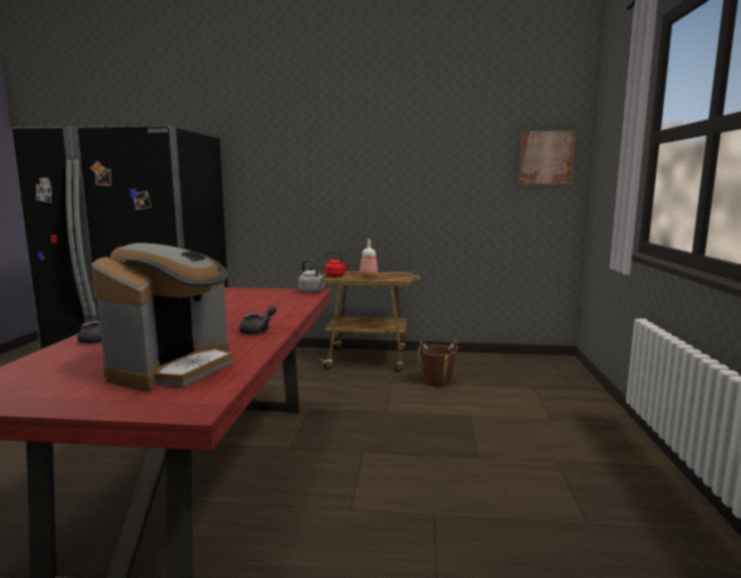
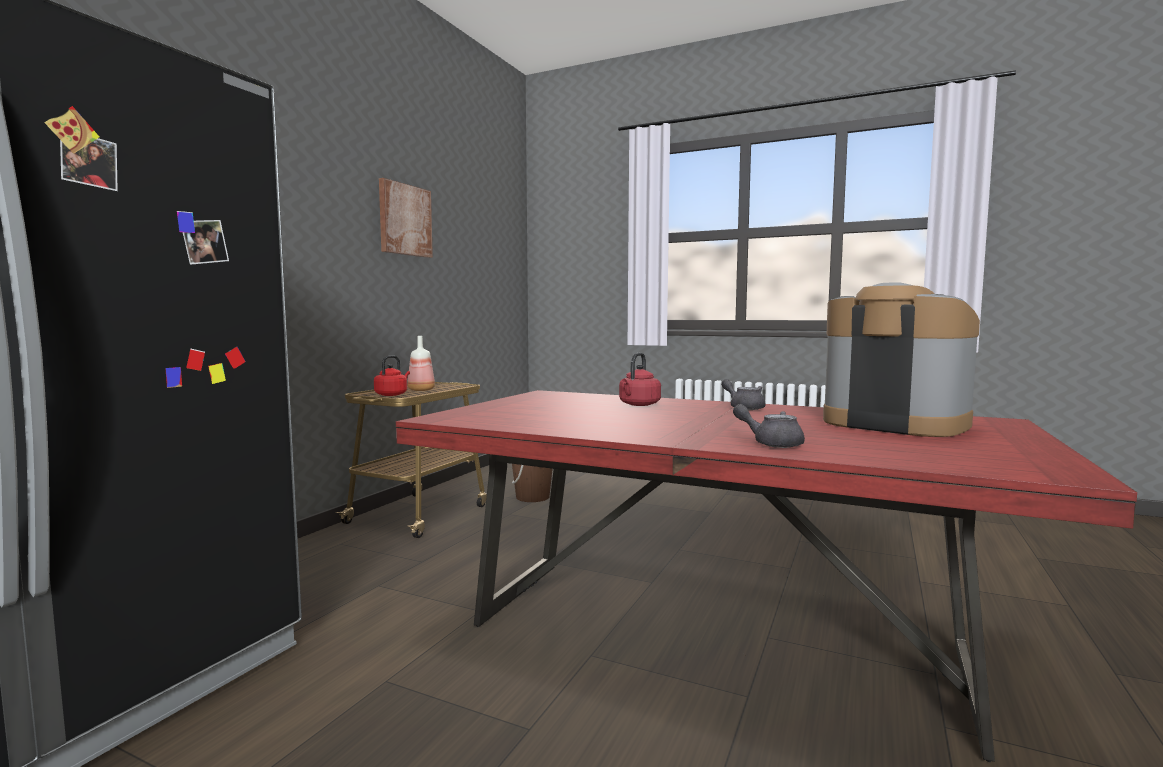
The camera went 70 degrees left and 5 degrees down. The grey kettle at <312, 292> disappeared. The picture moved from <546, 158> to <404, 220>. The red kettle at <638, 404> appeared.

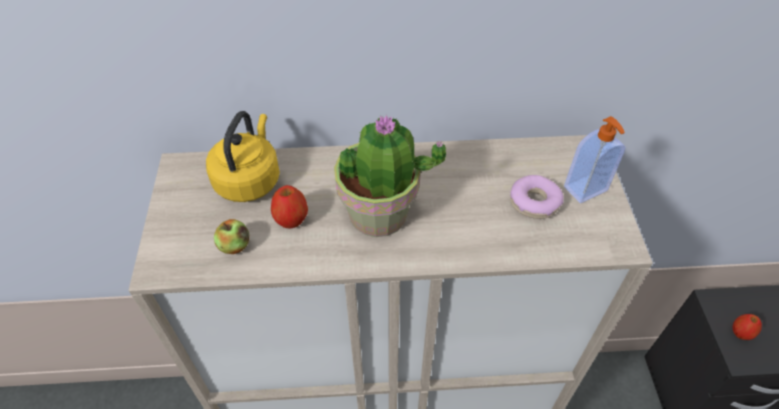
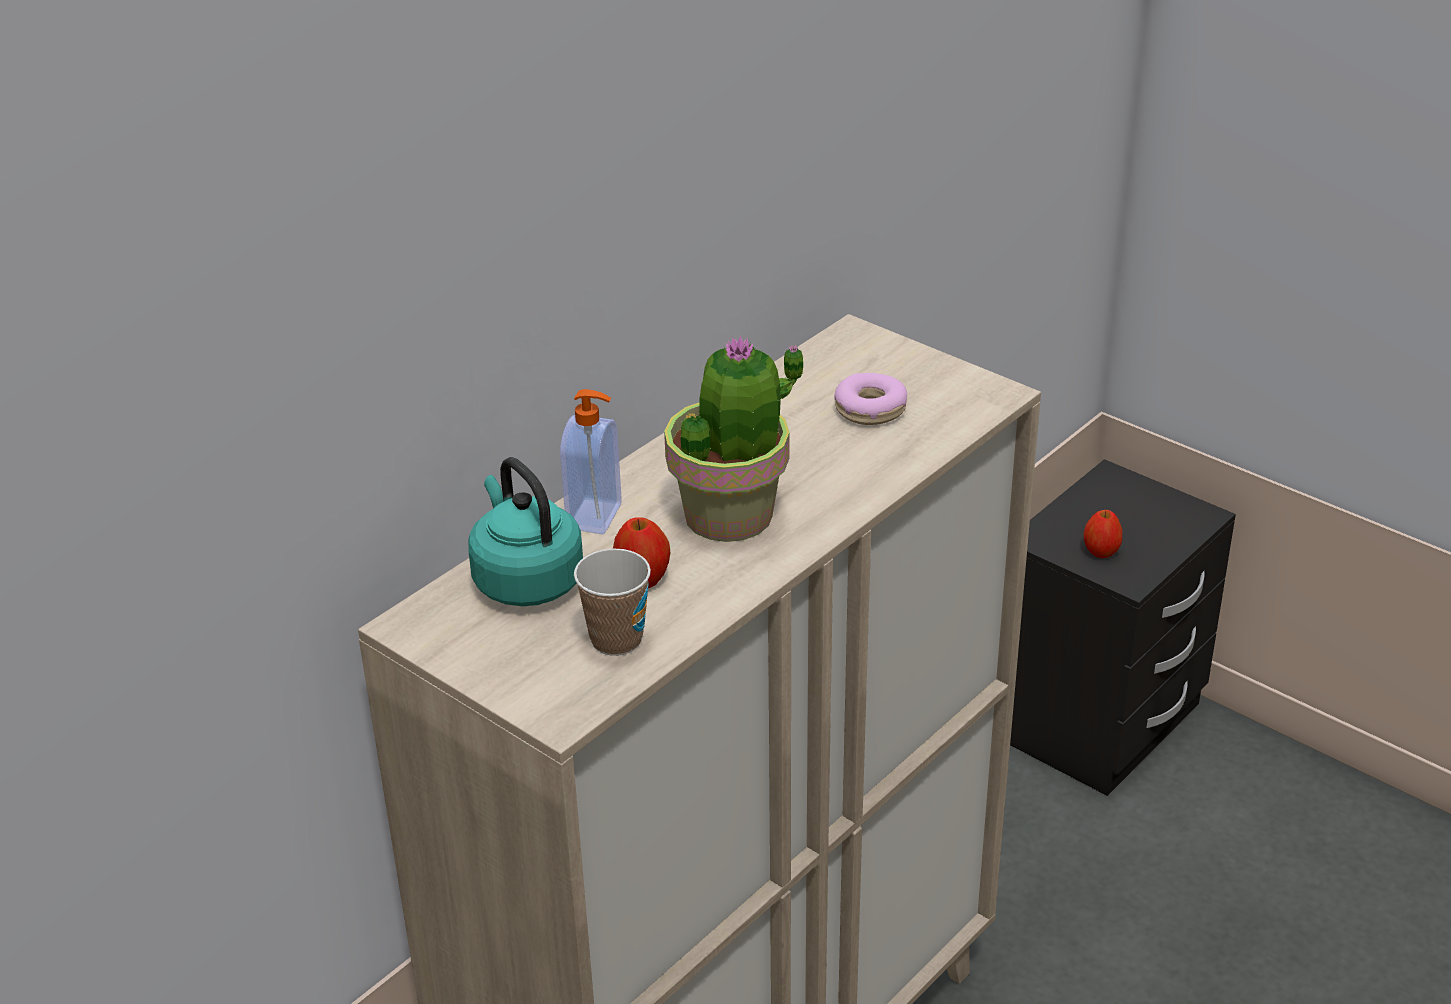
The camera went 45 degrees left and 15 degrees down. The yellow kettle at <249, 179> became the turquoise kettle at <525, 579>. The apple at <234, 246> was replaced by the cup at <616, 640>. The soap dispenser moved from <586, 190> to <596, 517>.

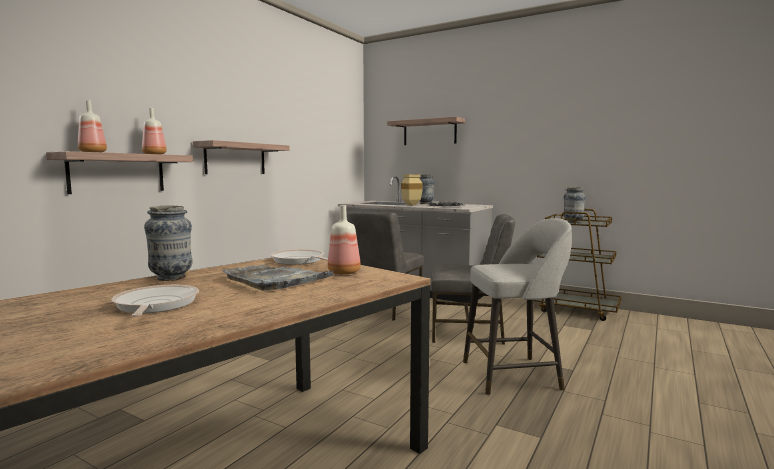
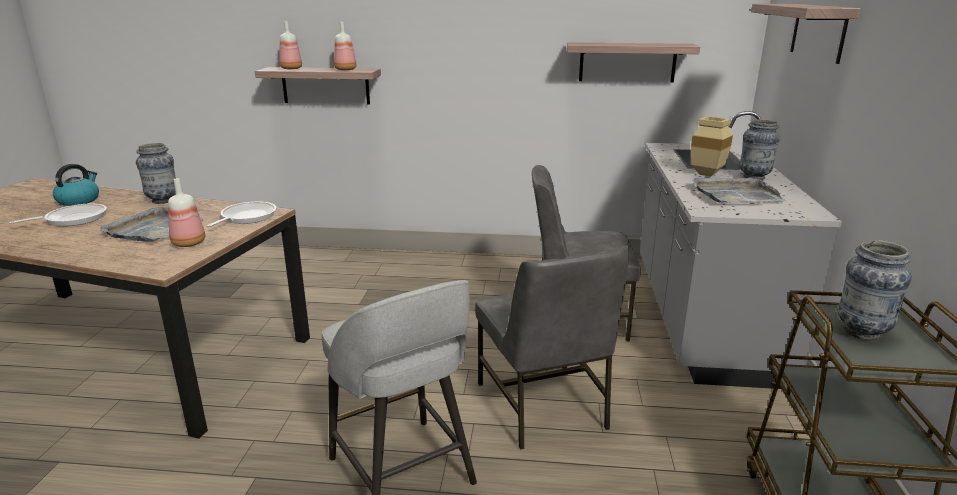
The camera went 65 degrees right and 15 degrees up. The shelf moved from <235, 159> to <627, 62>. The kettle at <79, 200> appeared.

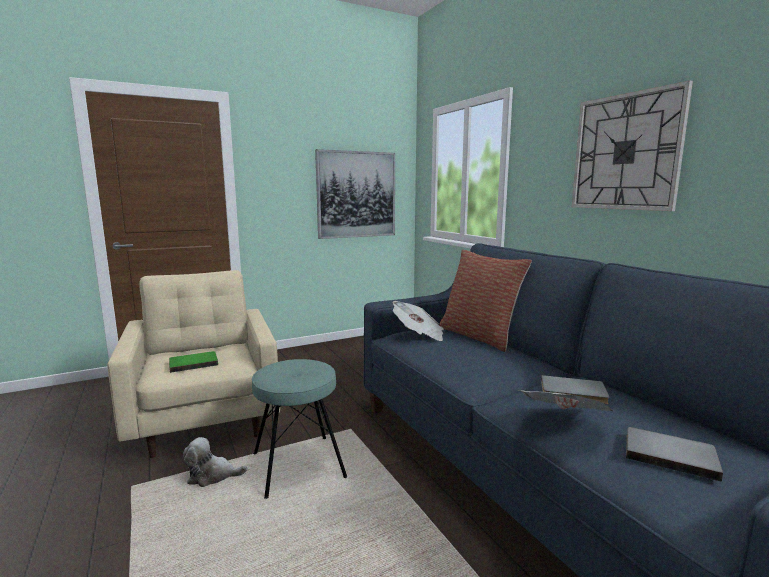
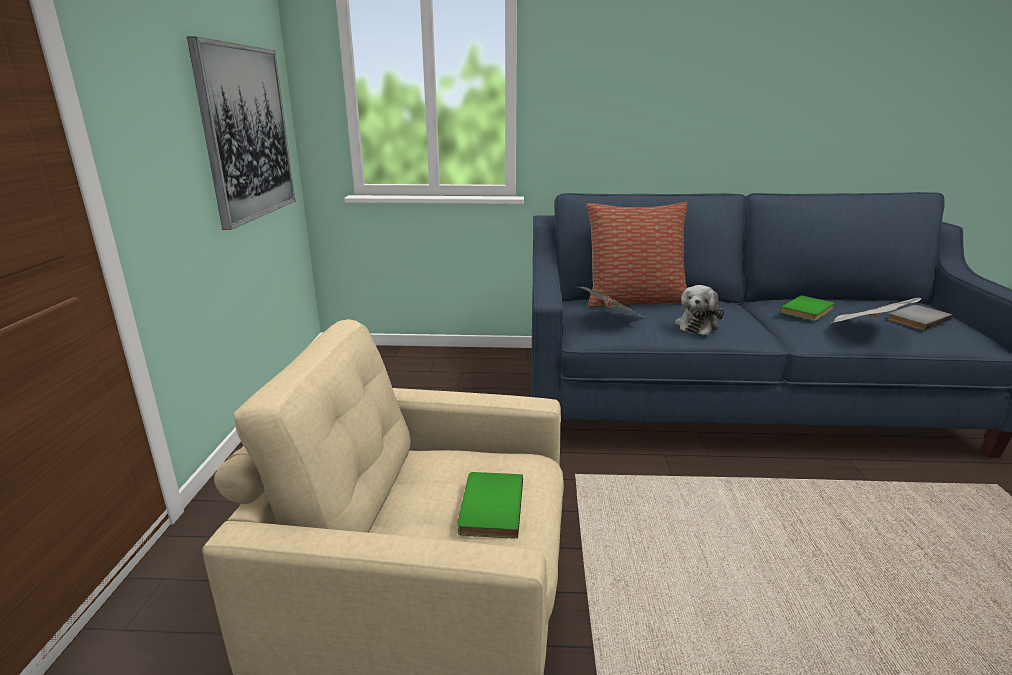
The camera went 60 degrees left and 10 degrees up. The plush toy moved from <212, 476> to <697, 325>. The turquoise stool at <298, 465> disappeared. The grey book at <573, 393> became the green book at <809, 311>. The wall clock at <625, 152> disappeared.

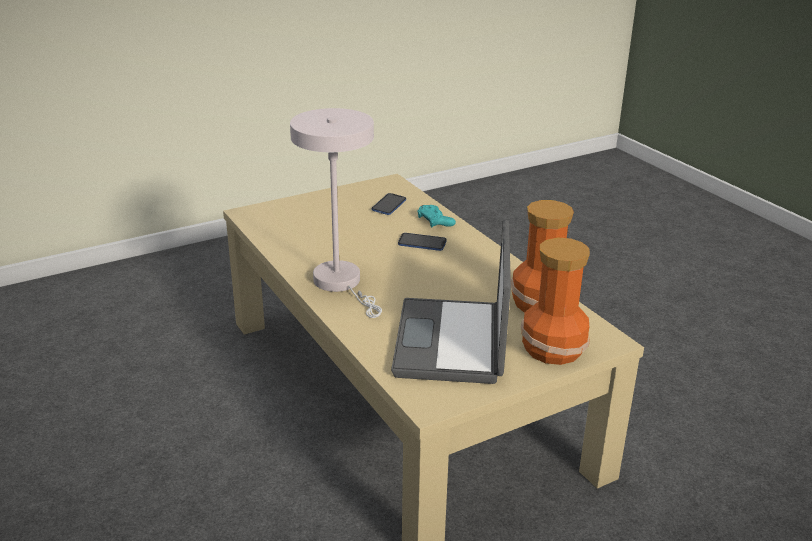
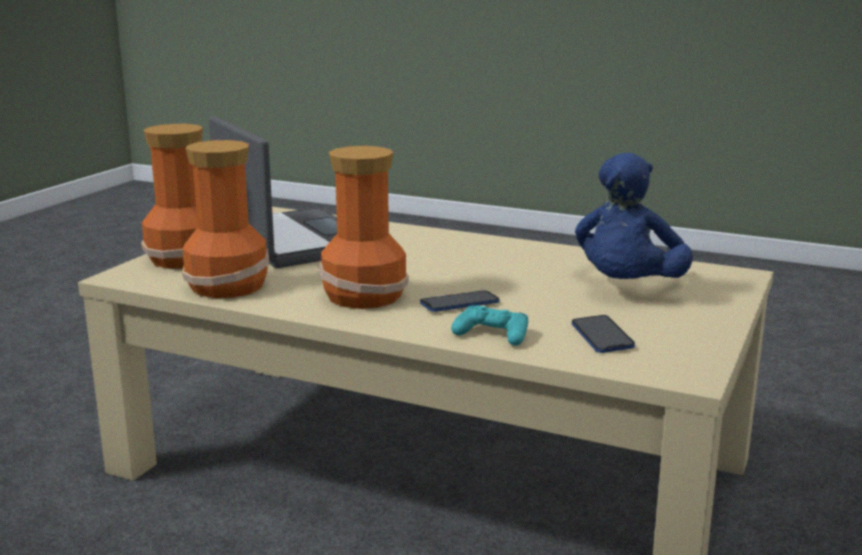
The camera went 145 degrees right and 10 degrees down. The white table lamp at <342, 283> disappeared. The vase at <362, 295> appeared. The blue plush toy at <627, 289> appeared.

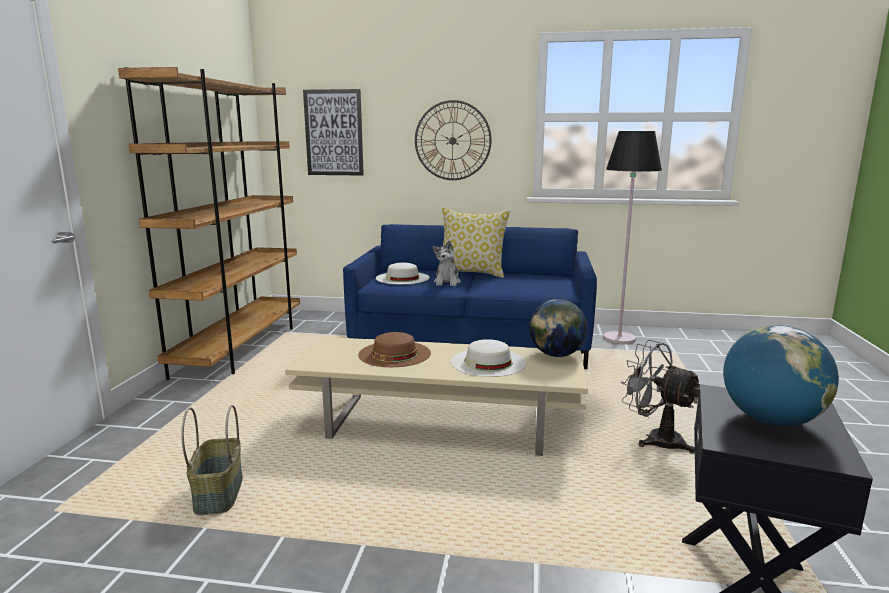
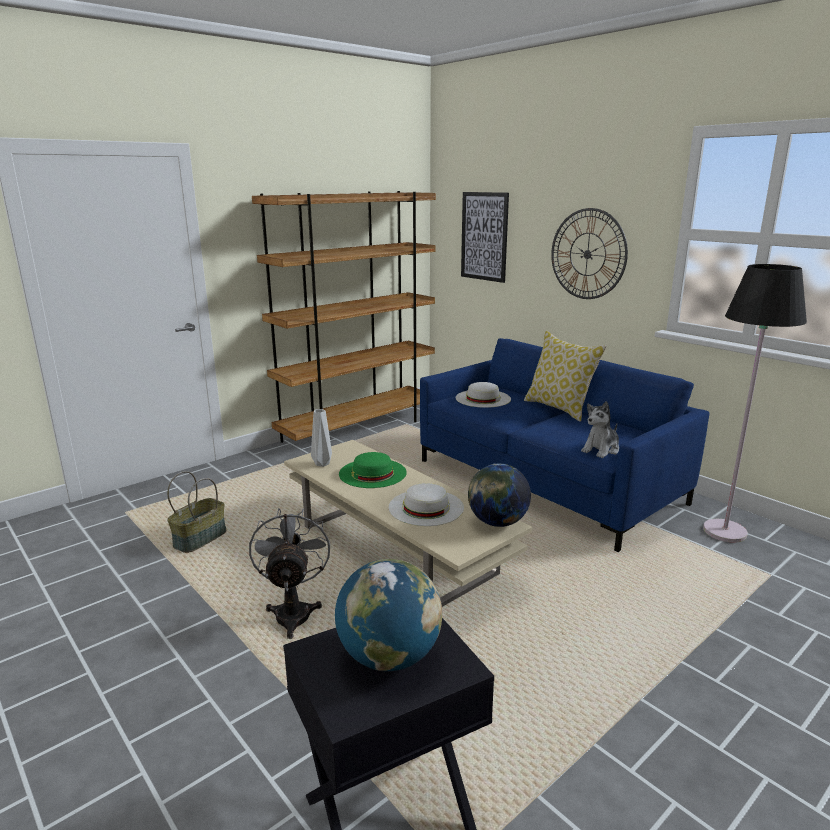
The camera went 40 degrees right and 5 degrees up. The brown hat at <394, 354> became the green hat at <372, 473>. The plush toy moved from <447, 282> to <601, 450>. The grey fan moved from <655, 439> to <293, 611>. The grey vase at <322, 464> appeared.

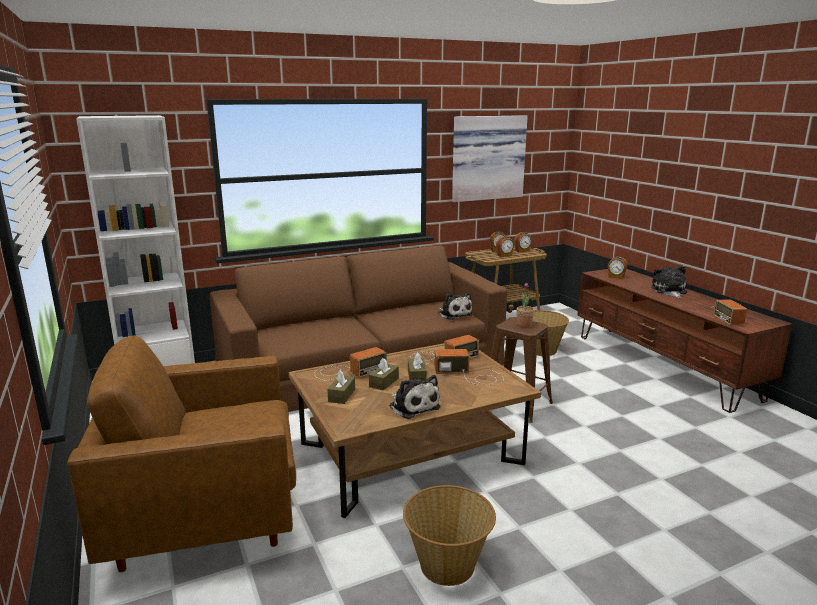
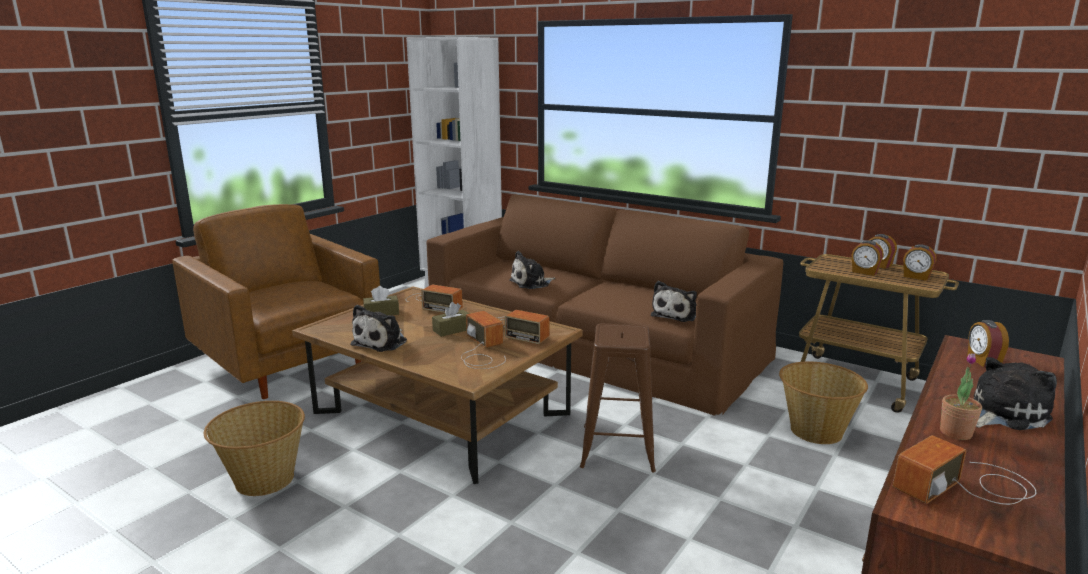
The camera went 60 degrees right and 0 degrees up. The brown tissue box at <384, 382> disappeared. The picture at <487, 158> disappeared. The potted plant moved from <524, 325> to <955, 433>. The plush toy at <531, 283> appeared.

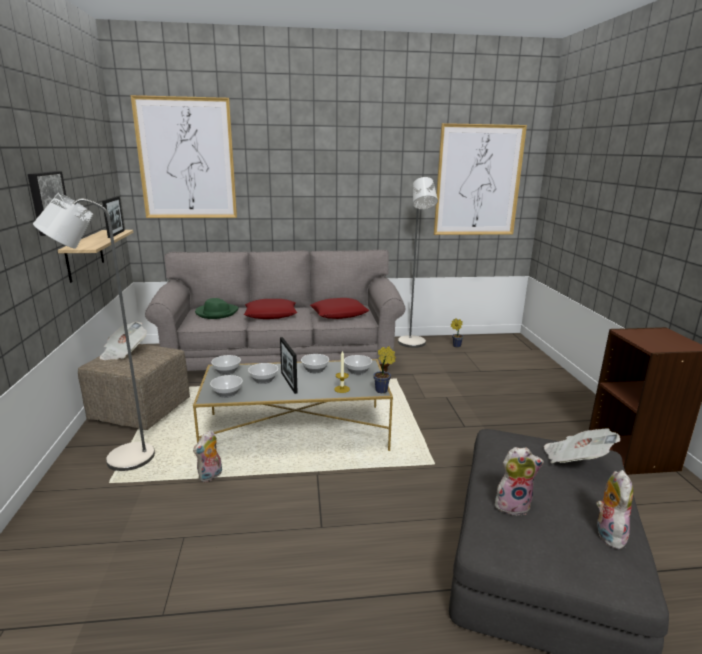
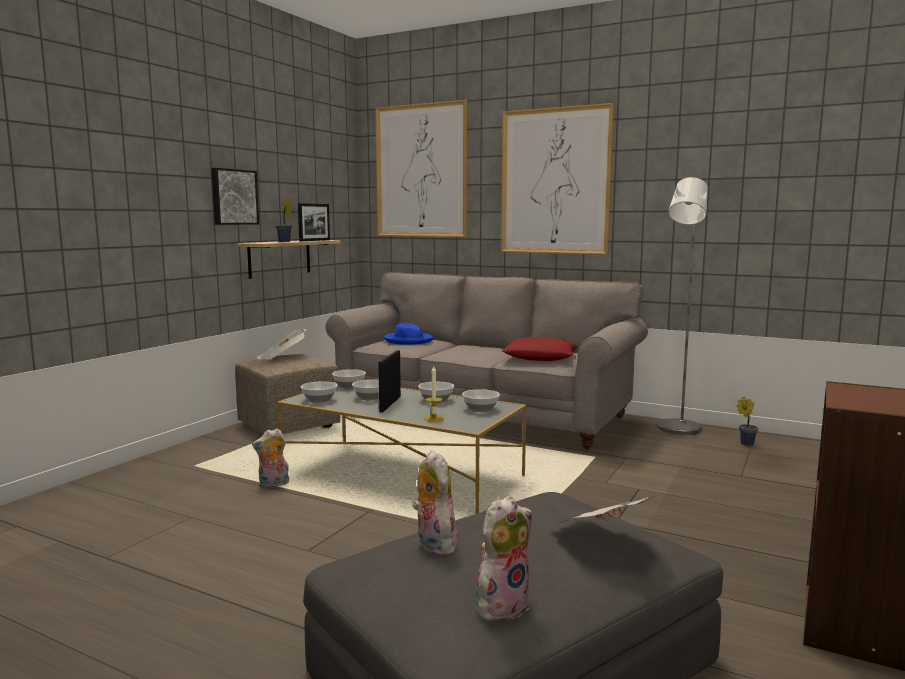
The camera went 35 degrees right and 10 degrees down. The grey floor lamp at <121, 460> disappeared. The green hat at <216, 313> became the blue hat at <408, 340>. The red pillow at <271, 314> disappeared. The potted plant moved from <383, 391> to <285, 241>. The picture moved from <478, 181> to <555, 181>. The plush toy at <513, 505> turned 150 degrees counterclockwise.

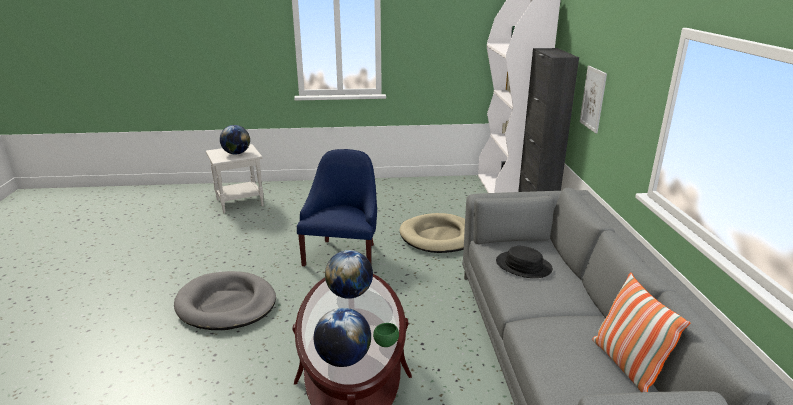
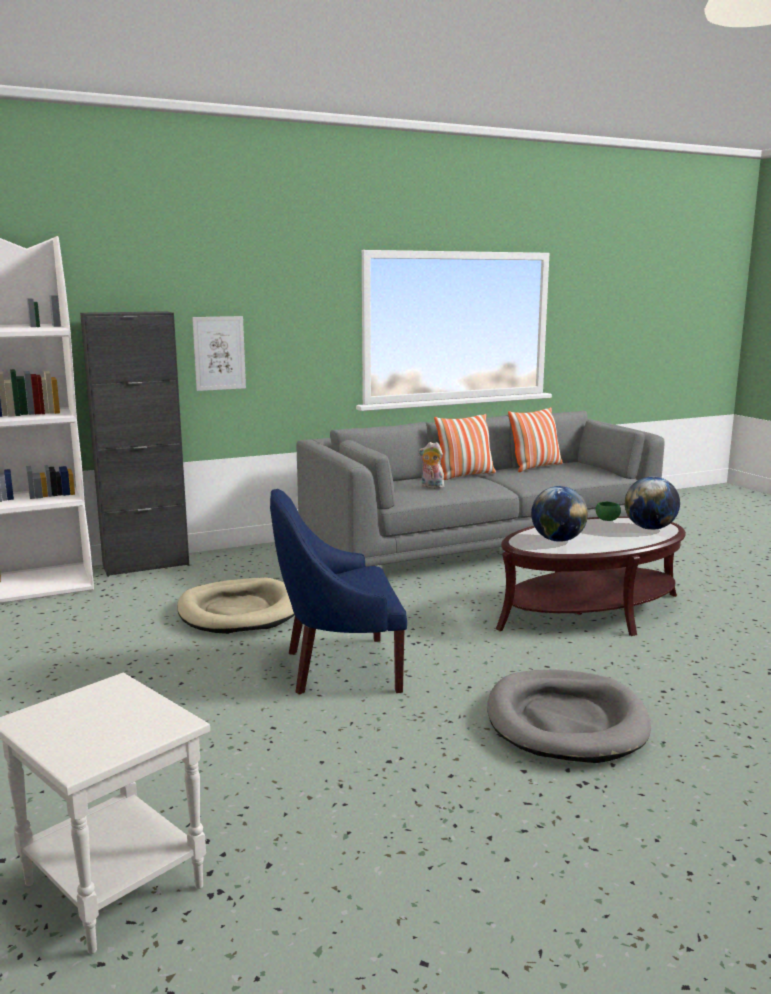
The camera went 110 degrees left and 10 degrees down. The globe at <236, 153> disappeared. The black hat at <523, 266> was replaced by the plush toy at <431, 487>. The pillow at <465, 475> appeared.

